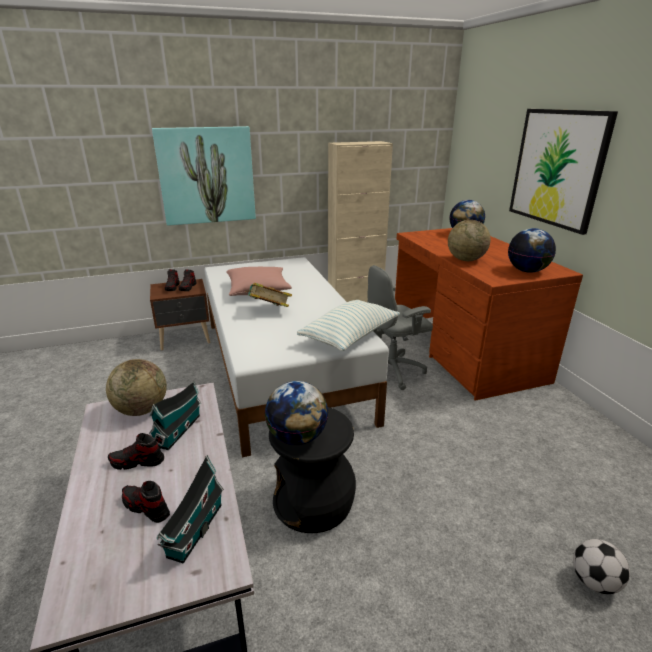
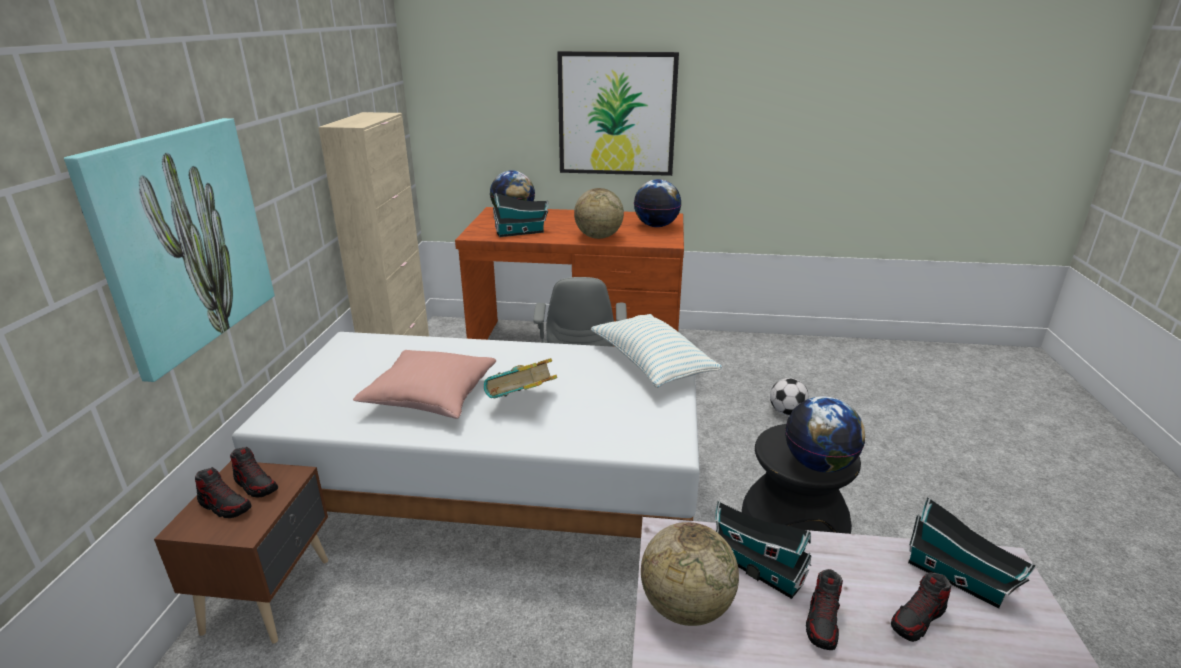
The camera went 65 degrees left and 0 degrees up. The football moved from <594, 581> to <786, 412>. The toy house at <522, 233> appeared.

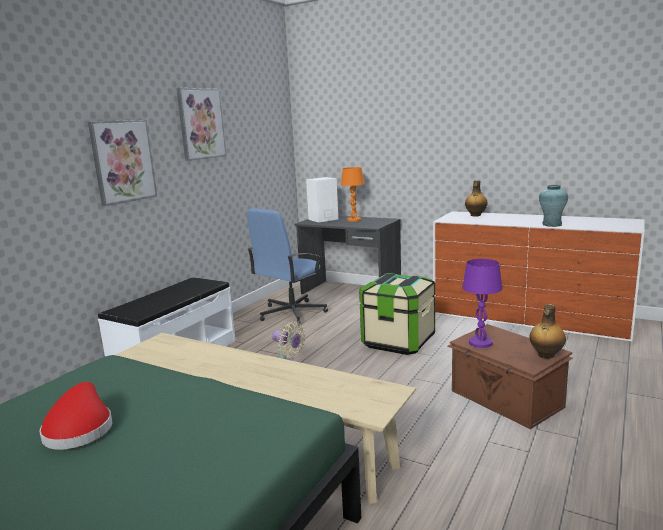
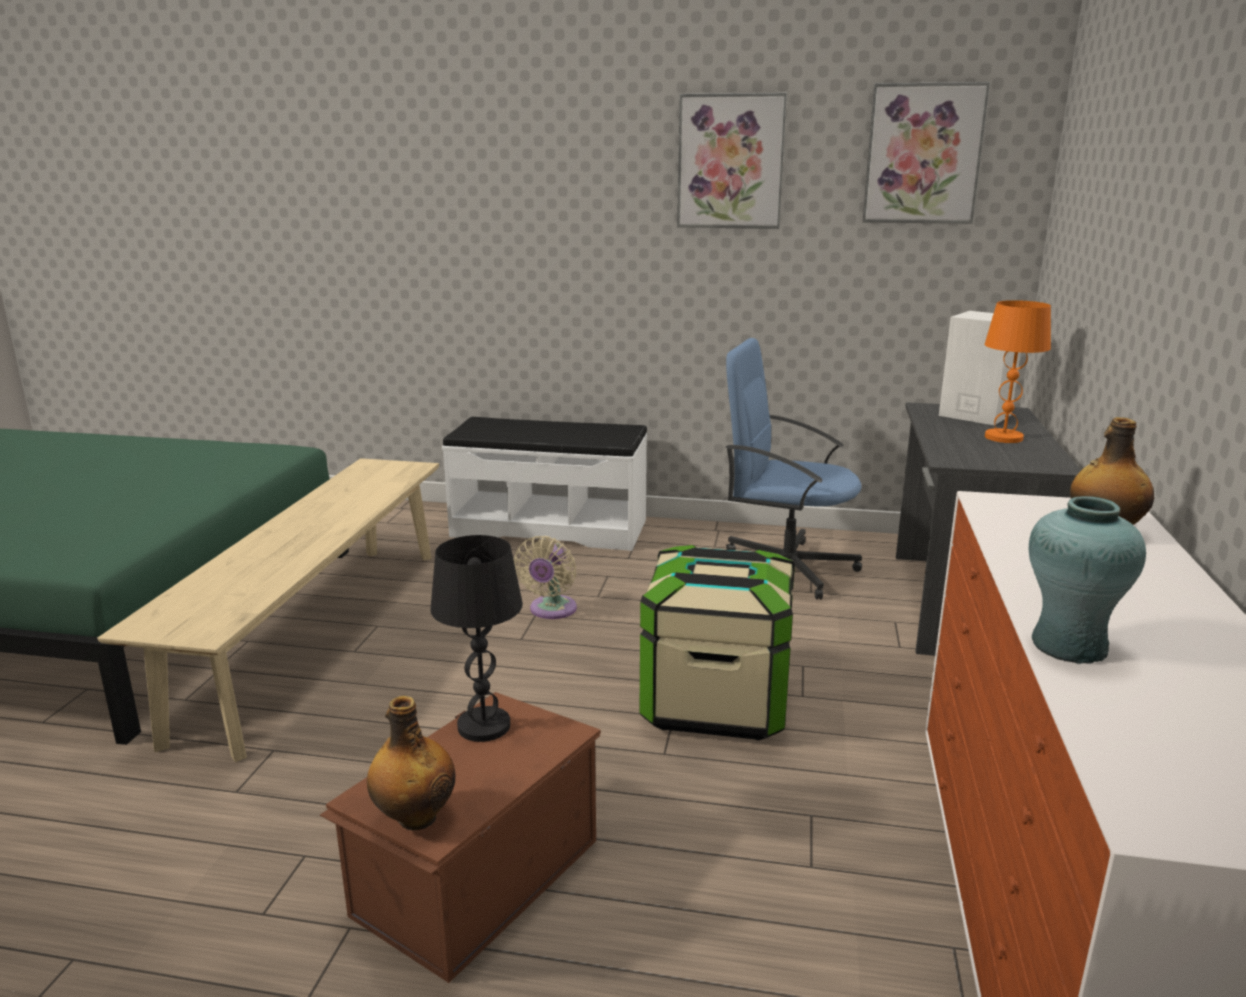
The camera went 70 degrees right and 5 degrees up. The red hat at <80, 429> disappeared. The picture moved from <123, 161> to <923, 154>. The purple table lamp at <480, 343> became the black table lamp at <484, 726>.

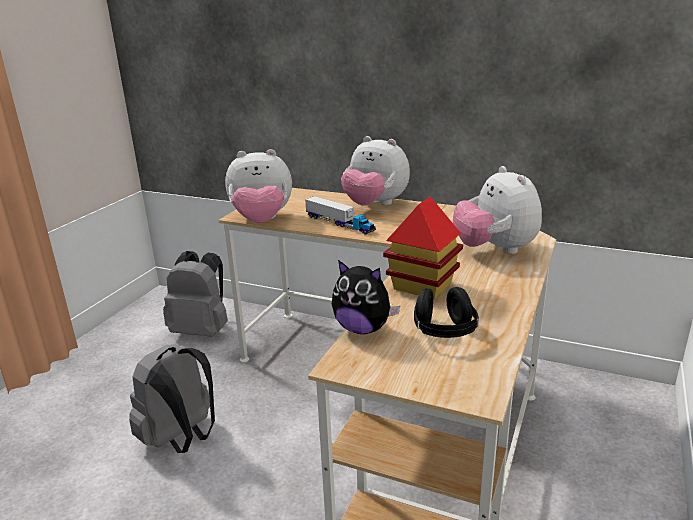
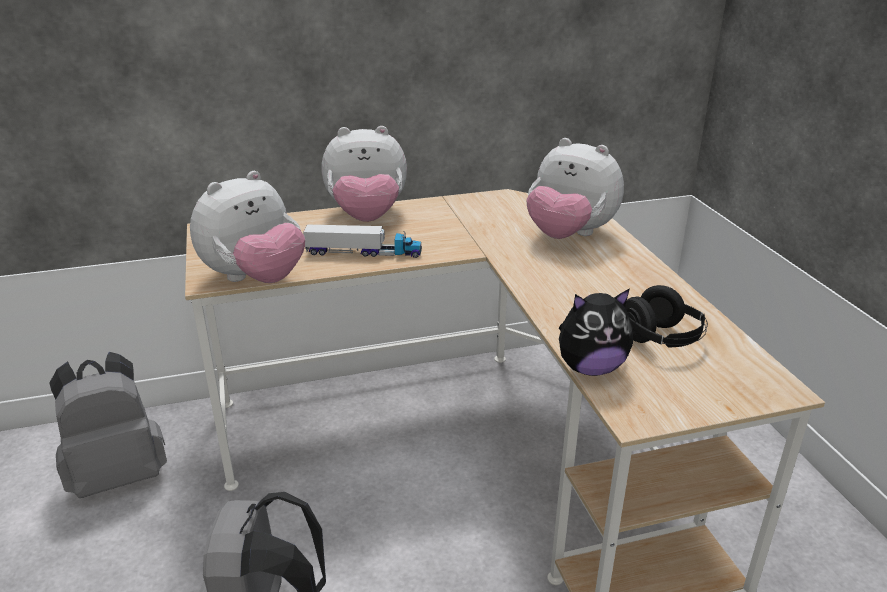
The camera went 40 degrees left and 5 degrees up. The toy house at <422, 286> disappeared.

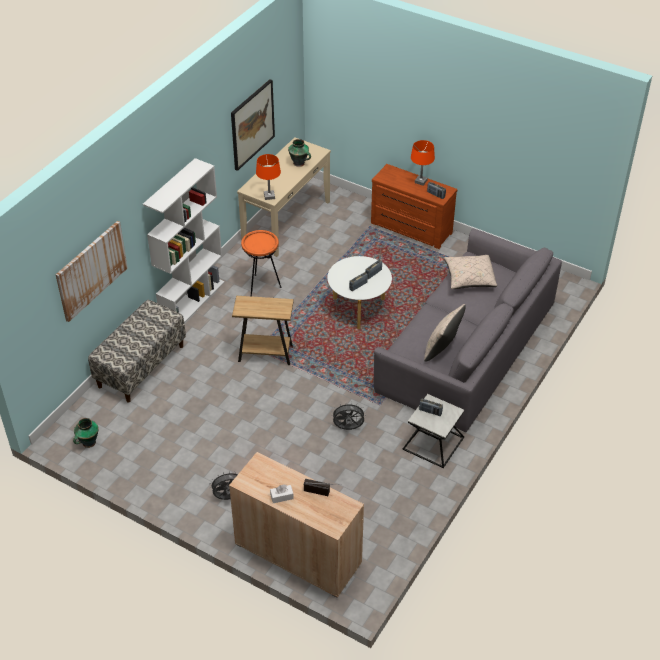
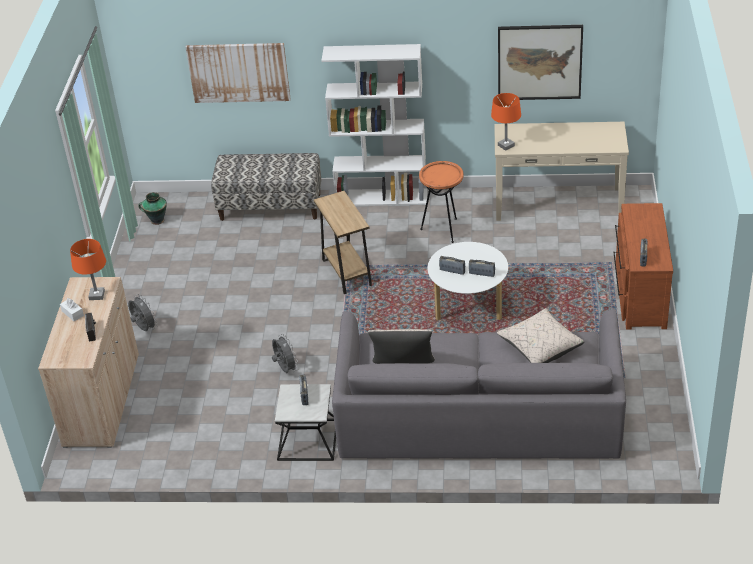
The camera went 65 degrees right and 5 degrees down. The vase at <299, 163> disappeared. The orange table lamp moved from <420, 181> to <96, 295>.

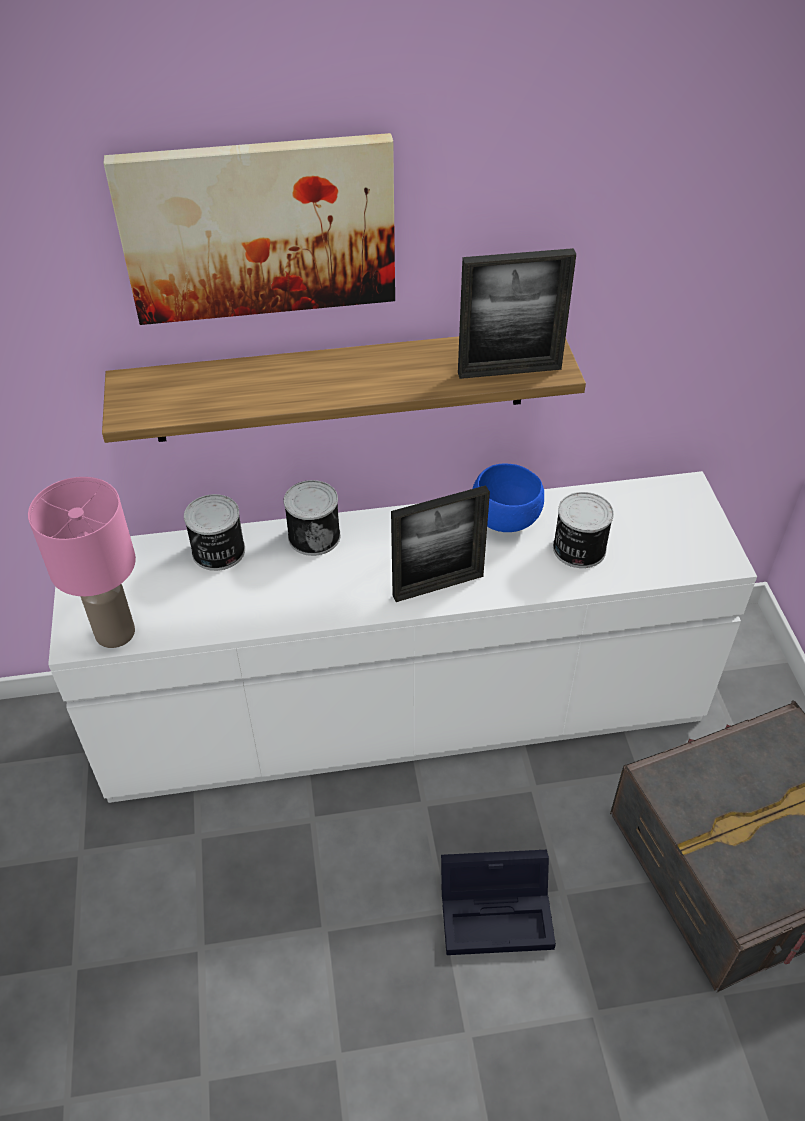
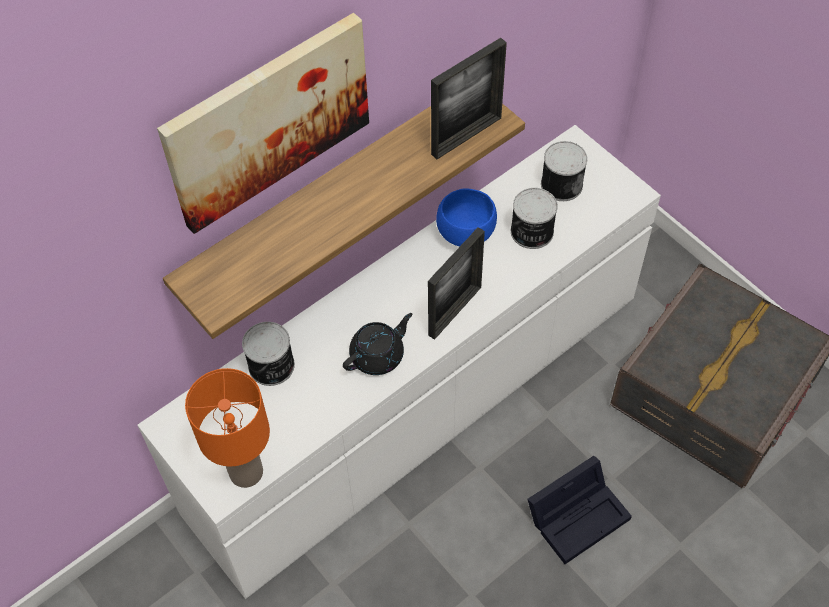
The camera went 30 degrees left and 10 degrees up. The pink table lamp at <113, 633> became the orange table lamp at <245, 473>. The can moved from <314, 535> to <561, 184>. The black teapot at <378, 355> appeared.

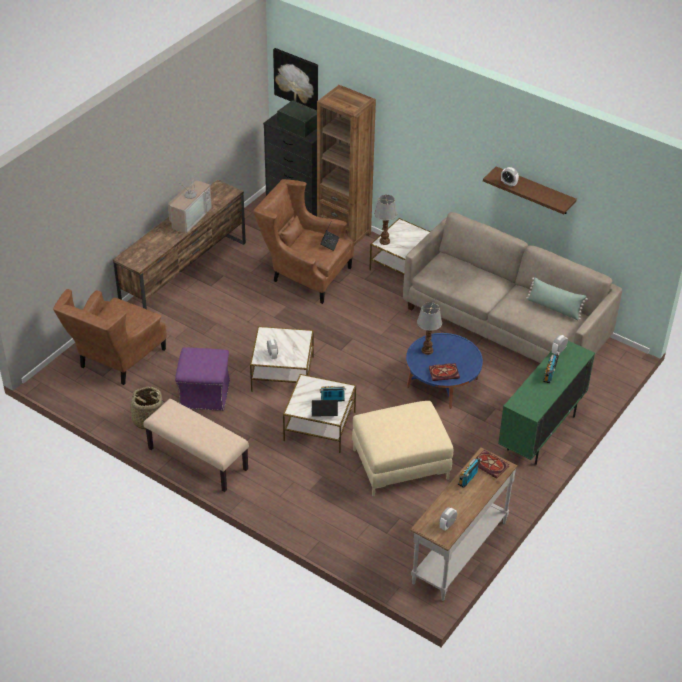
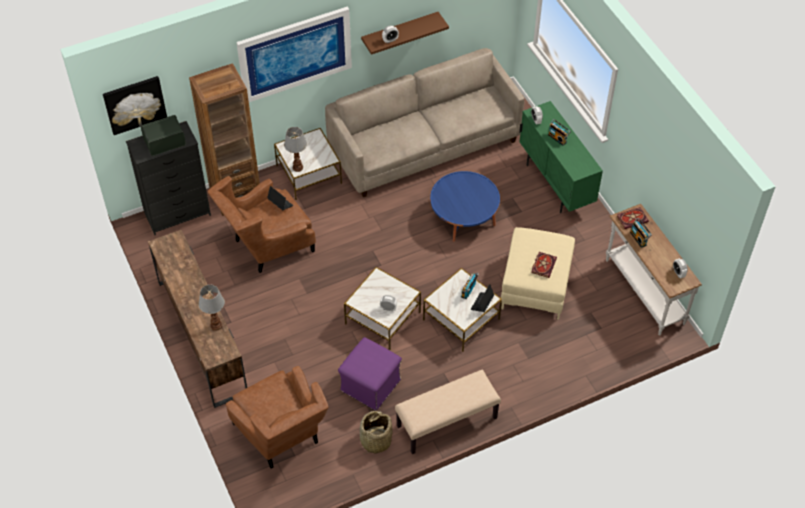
The camera went 60 degrees left and 10 degrees up. The television at <189, 217> disappeared. The table lamp moved from <427, 351> to <216, 326>. The book moved from <444, 373> to <543, 265>. The green pillow at <554, 308> disappeared. The picture at <295, 54> appeared.

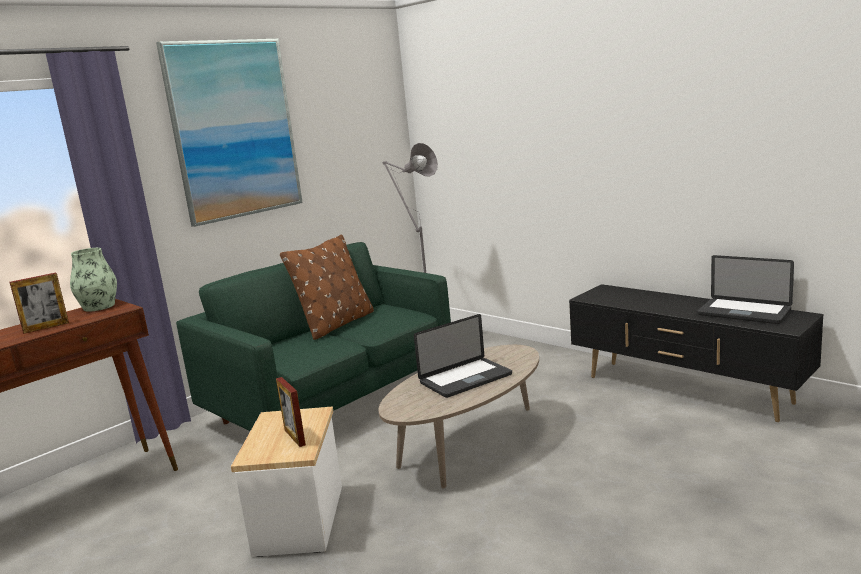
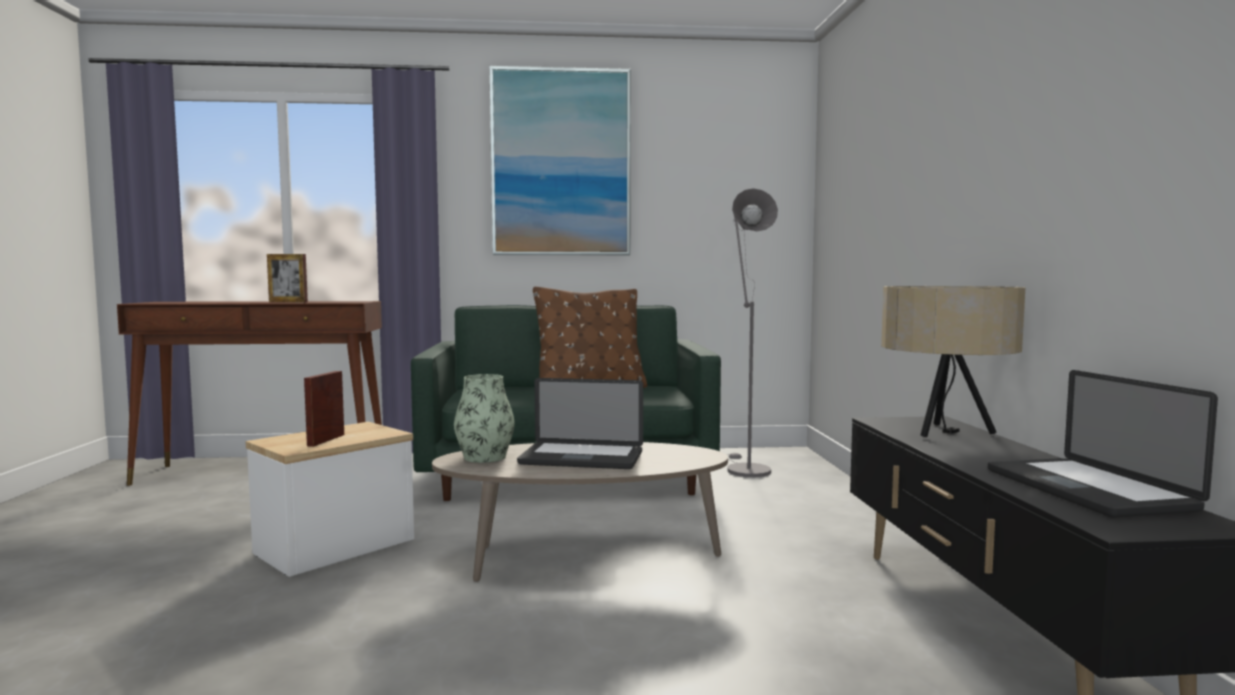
The camera went 40 degrees right and 10 degrees down. The vase moved from <99, 306> to <485, 457>. The beige table lamp at <945, 433> appeared.

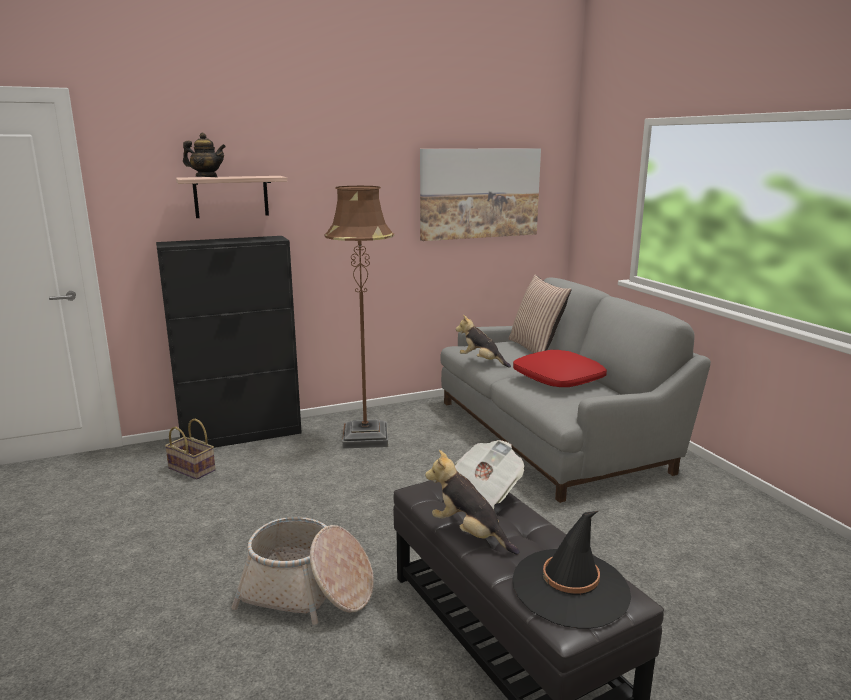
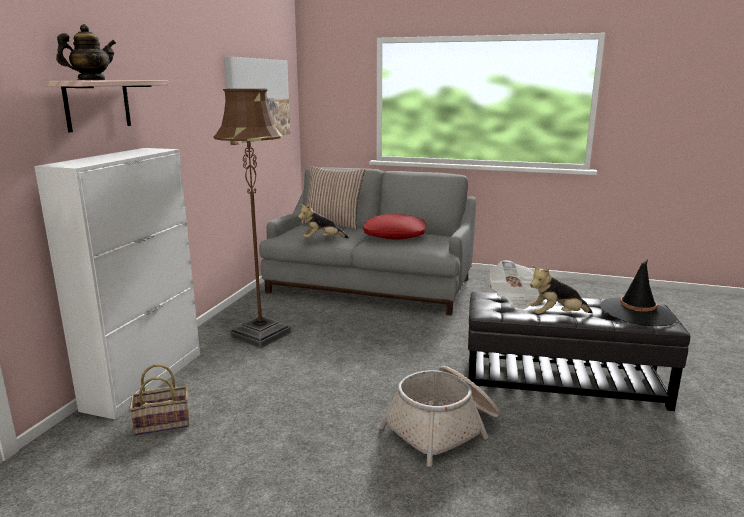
The camera went 50 degrees left and 0 degrees up. The black cabinet at <242, 435> became the white cabinet at <145, 380>.

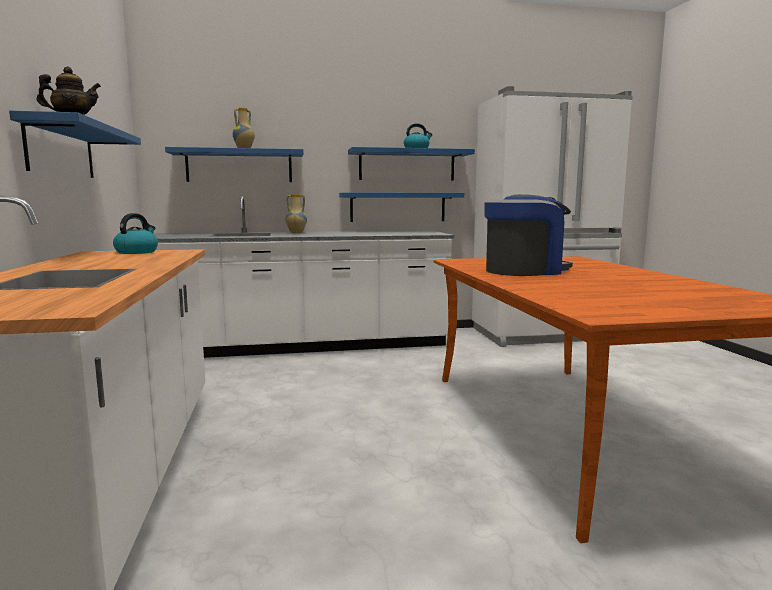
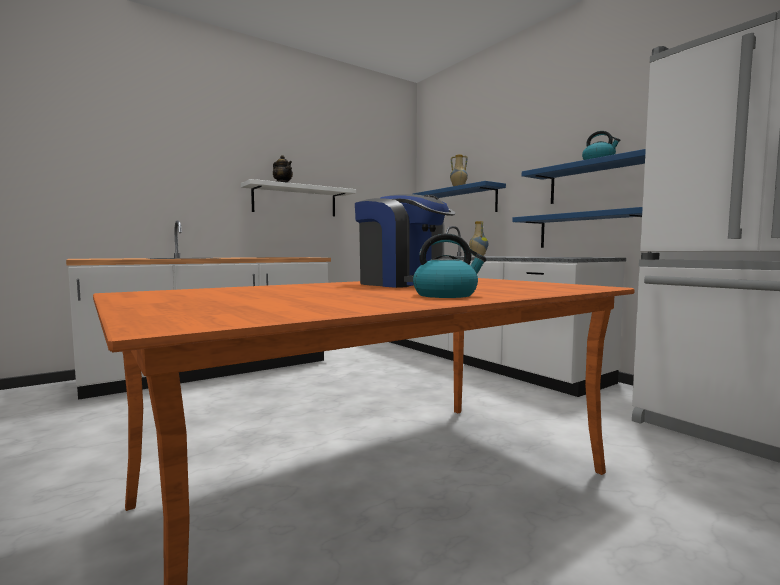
The camera went 65 degrees right and 5 degrees down. The blue shelf at <61, 150> became the white shelf at <295, 201>. The kettle moved from <137, 252> to <446, 295>.

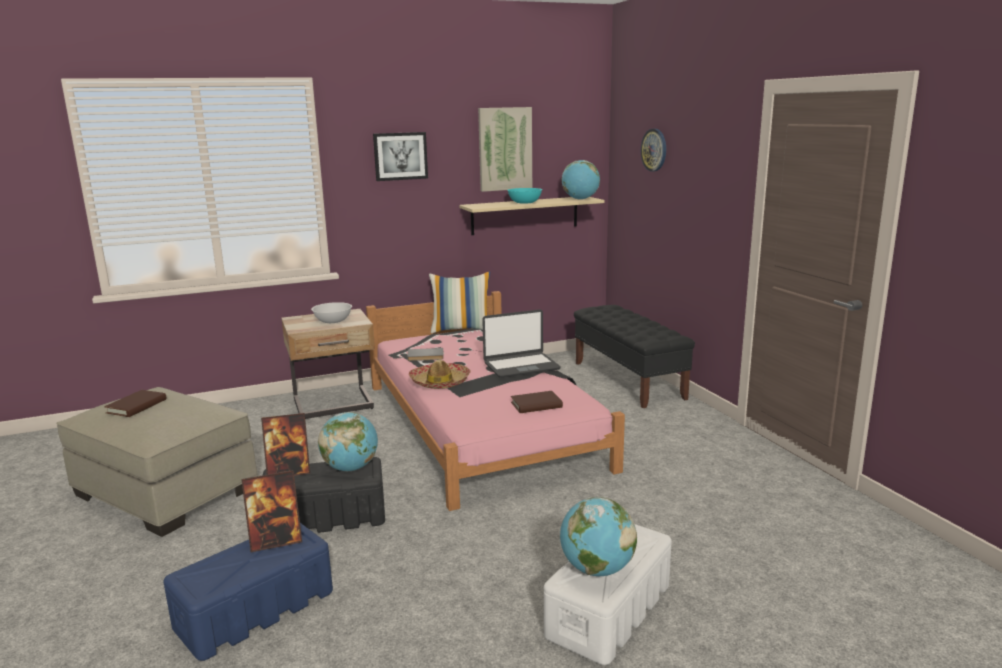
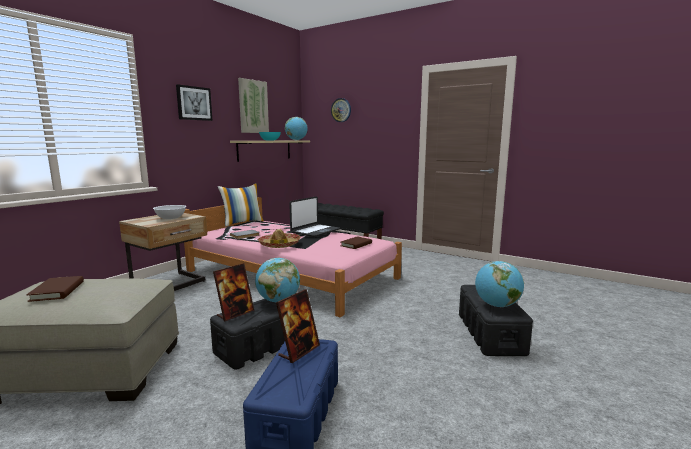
The camera went 35 degrees left and 5 degrees down. The white storage box at <608, 611> became the black storage box at <490, 334>.

